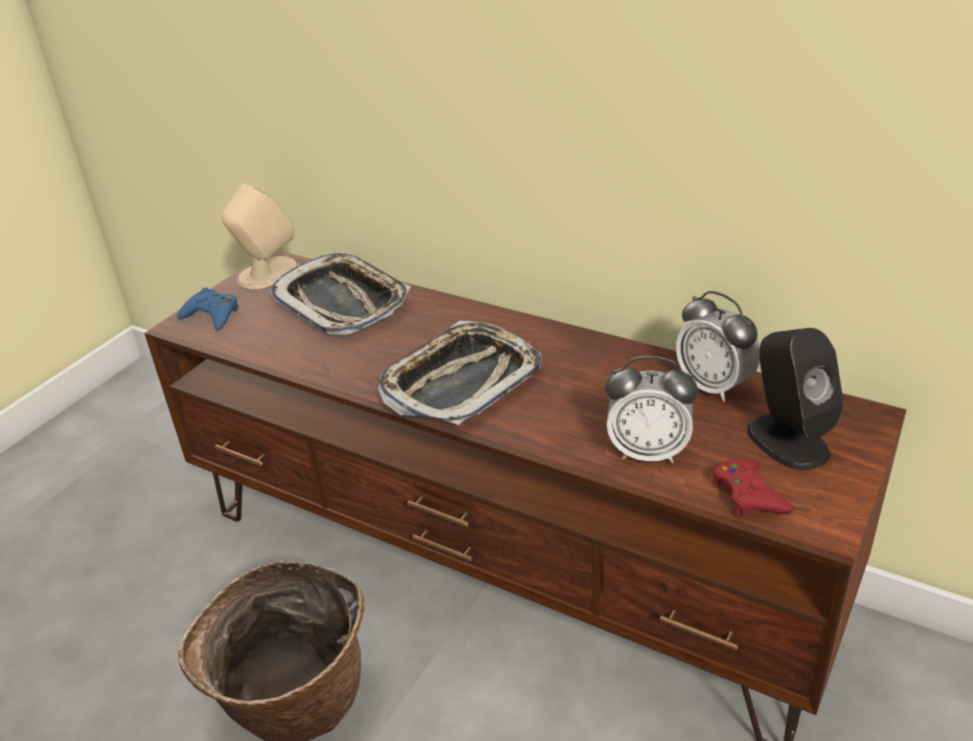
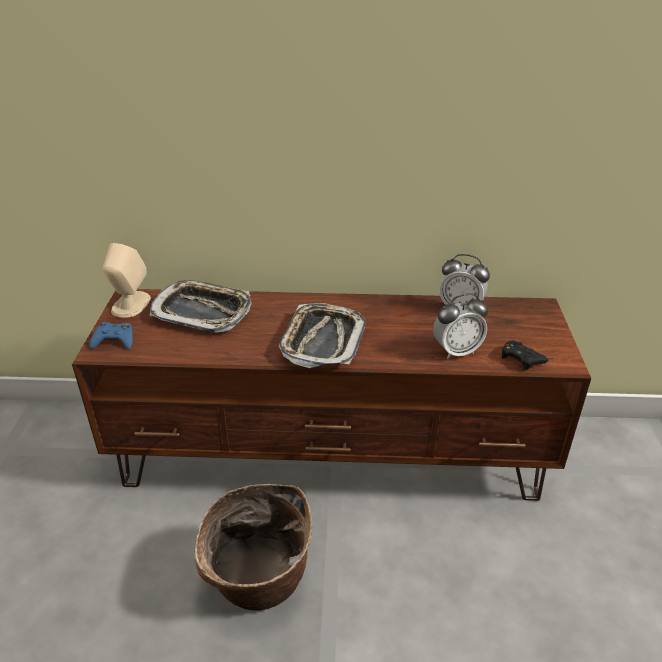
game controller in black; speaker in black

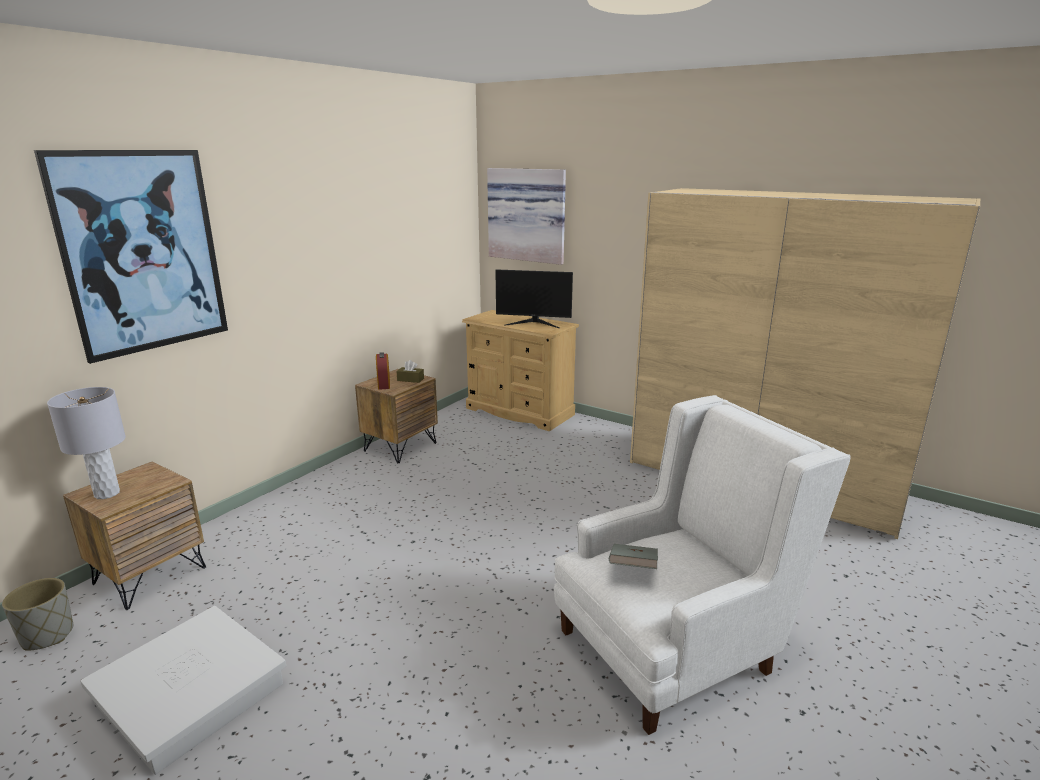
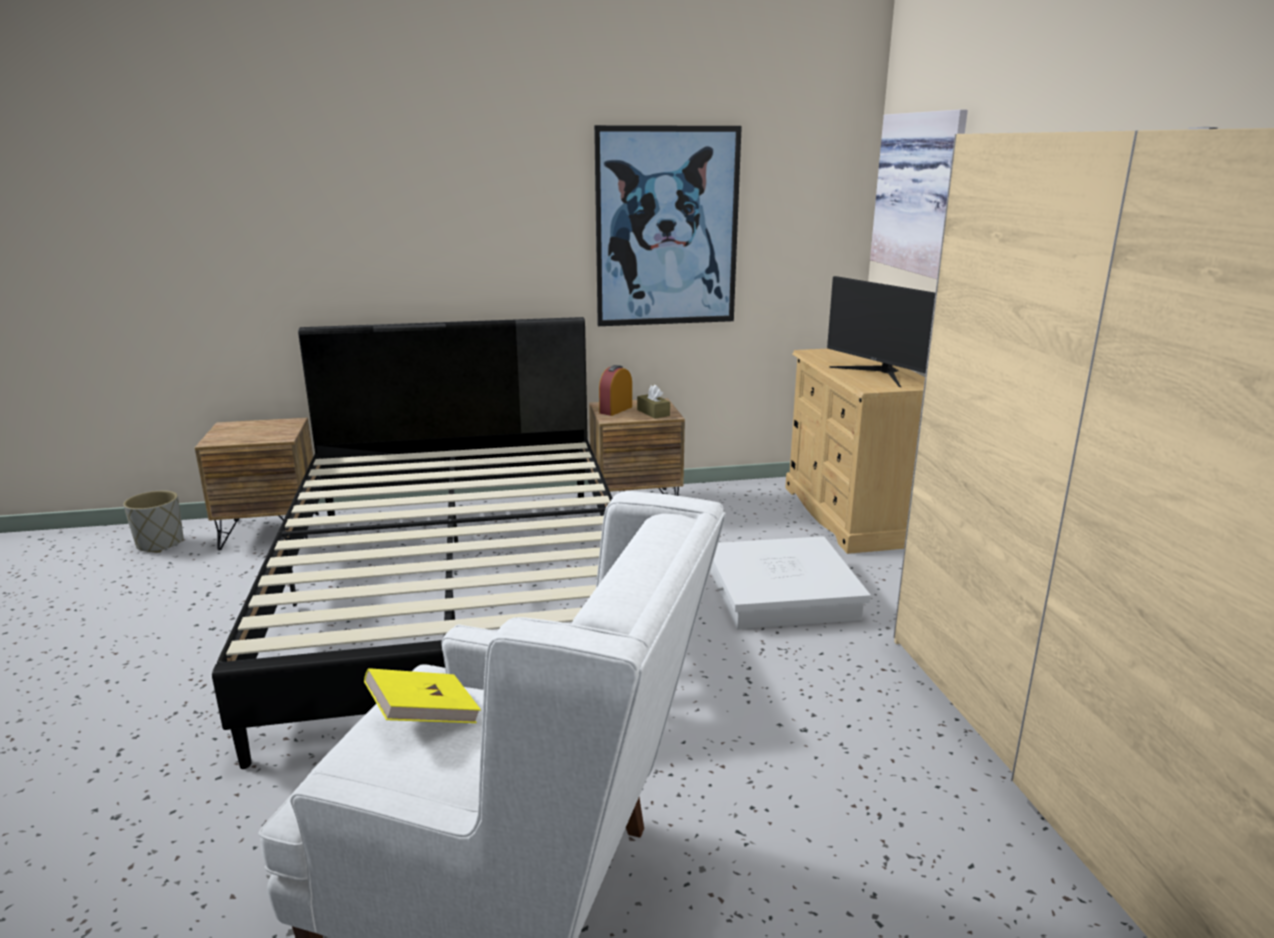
bed in black; book in yellow; picture (1st from left); storage box in white; table lamp in grey

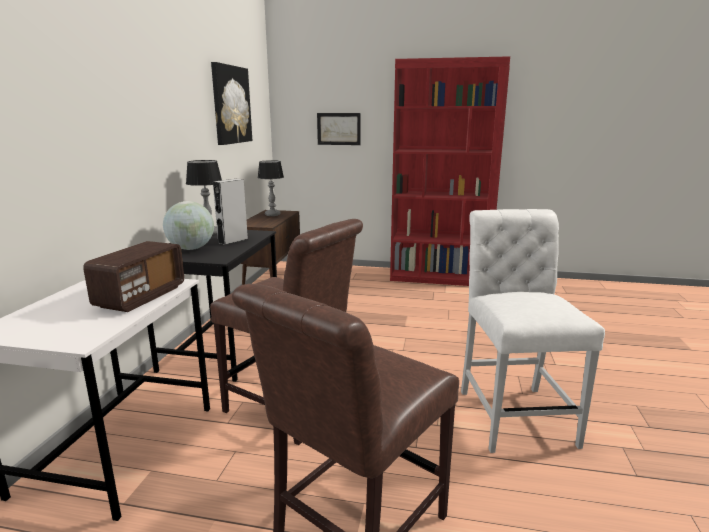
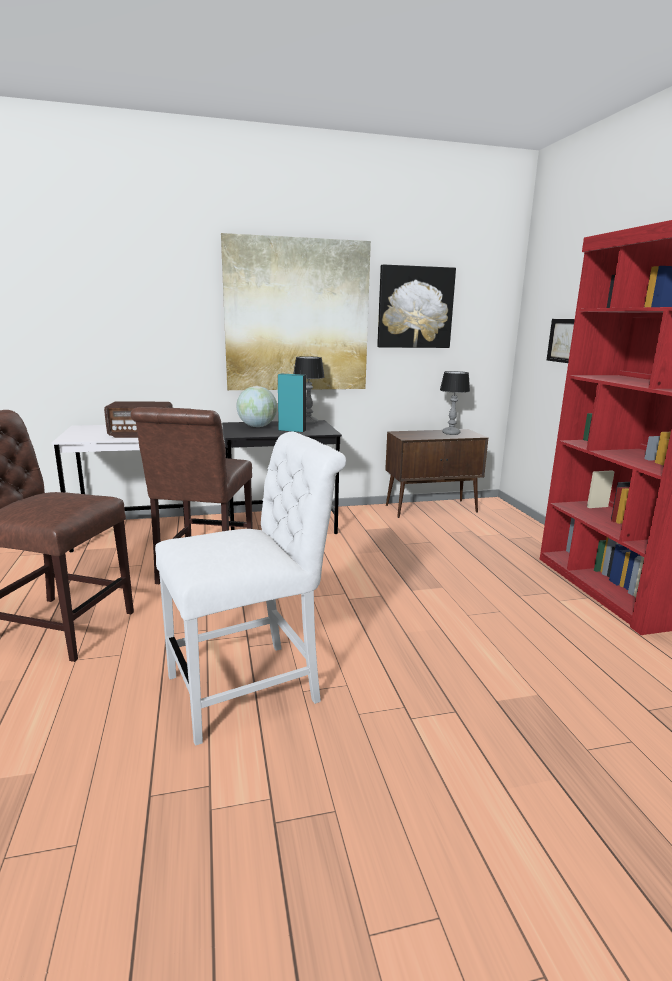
picture (1st from left); speaker in turquoise

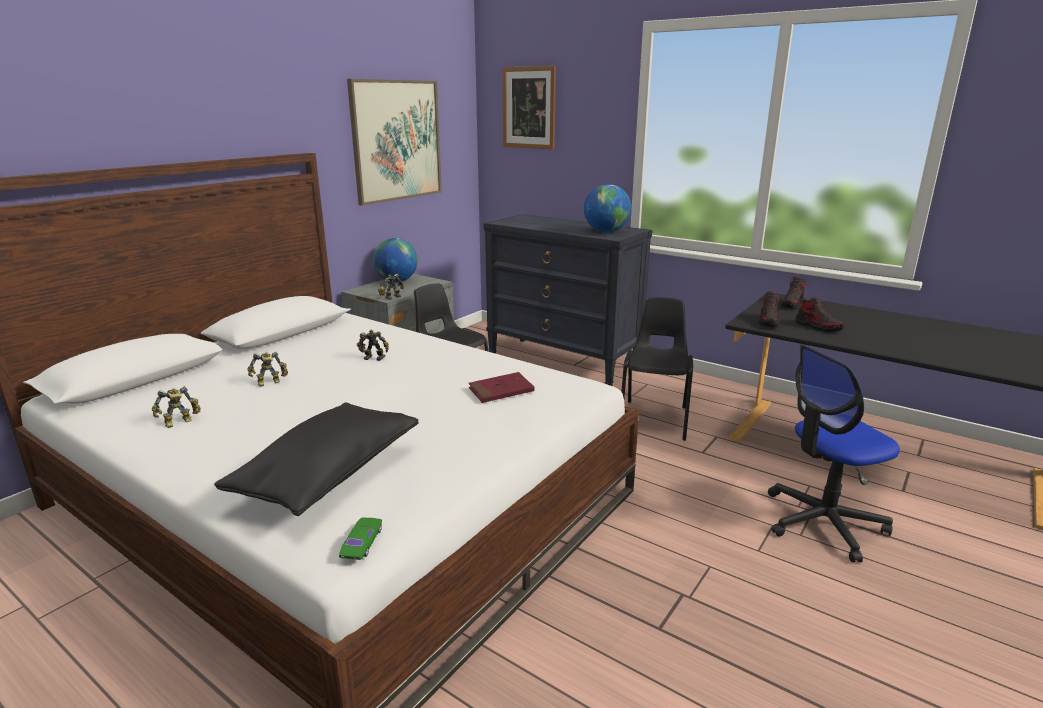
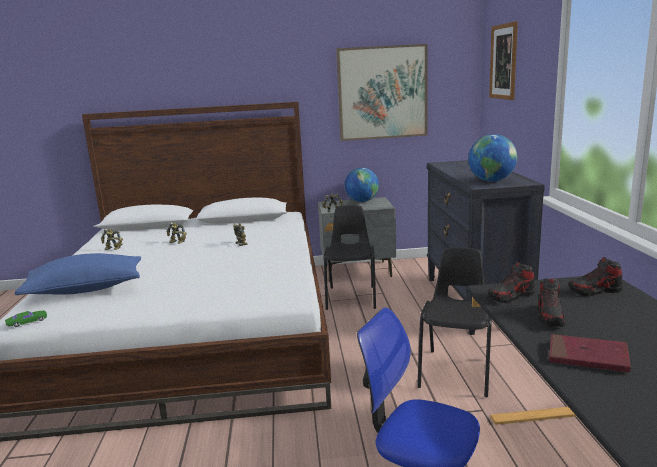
pillow in blue; chair in black (2nd from left); book in red

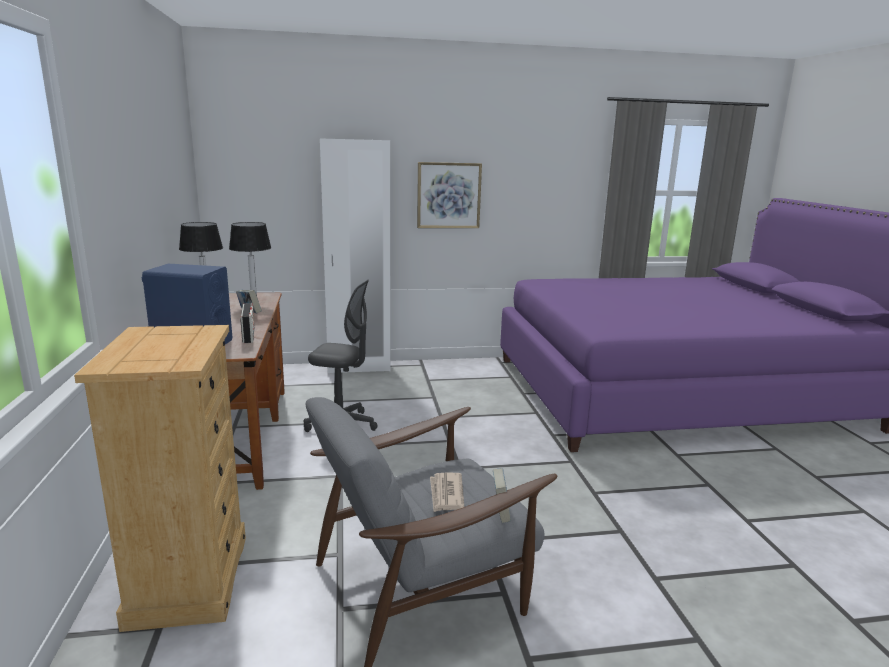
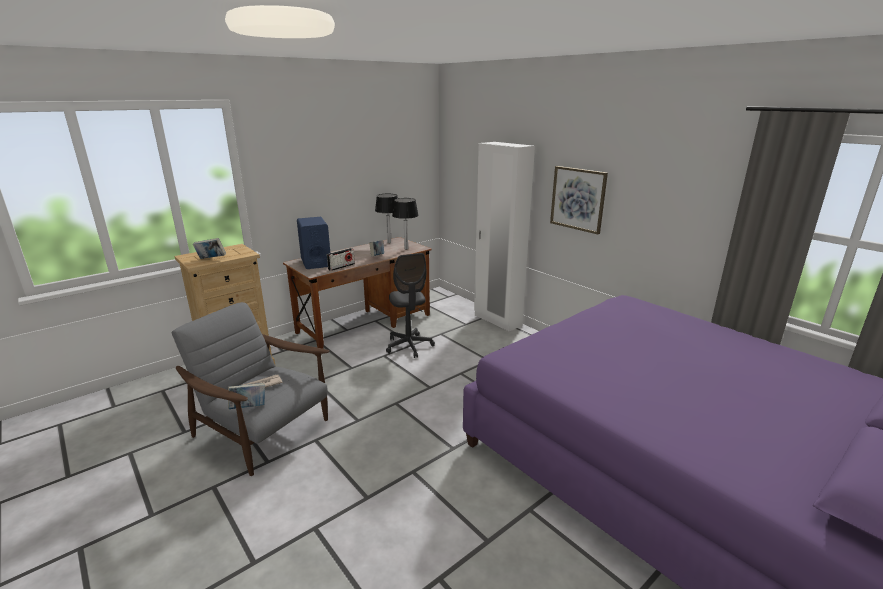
book (1st from left)

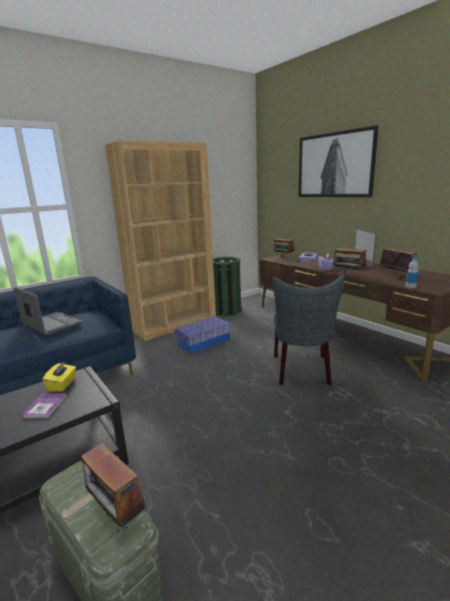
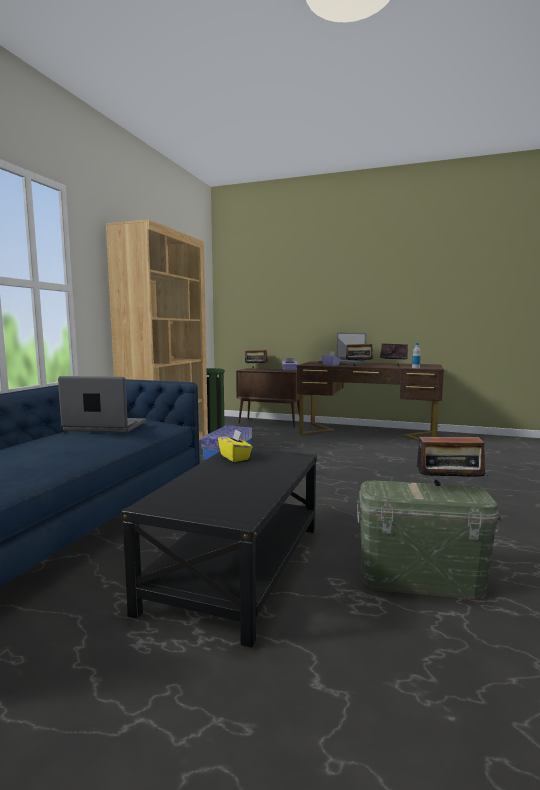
book; chair in grey; picture

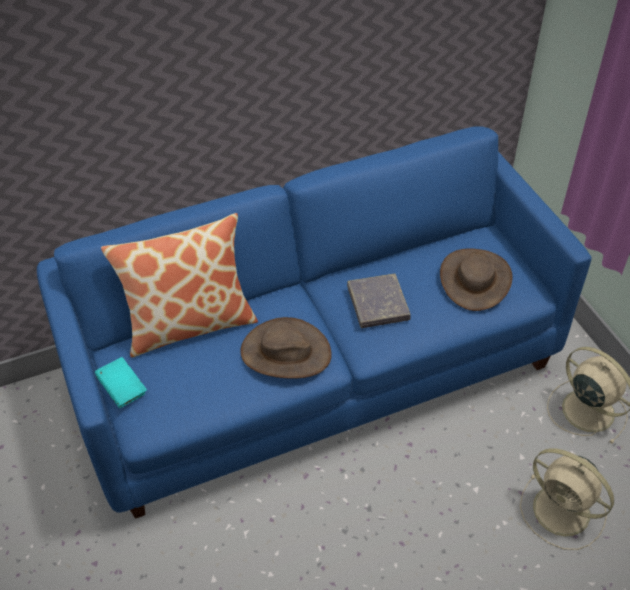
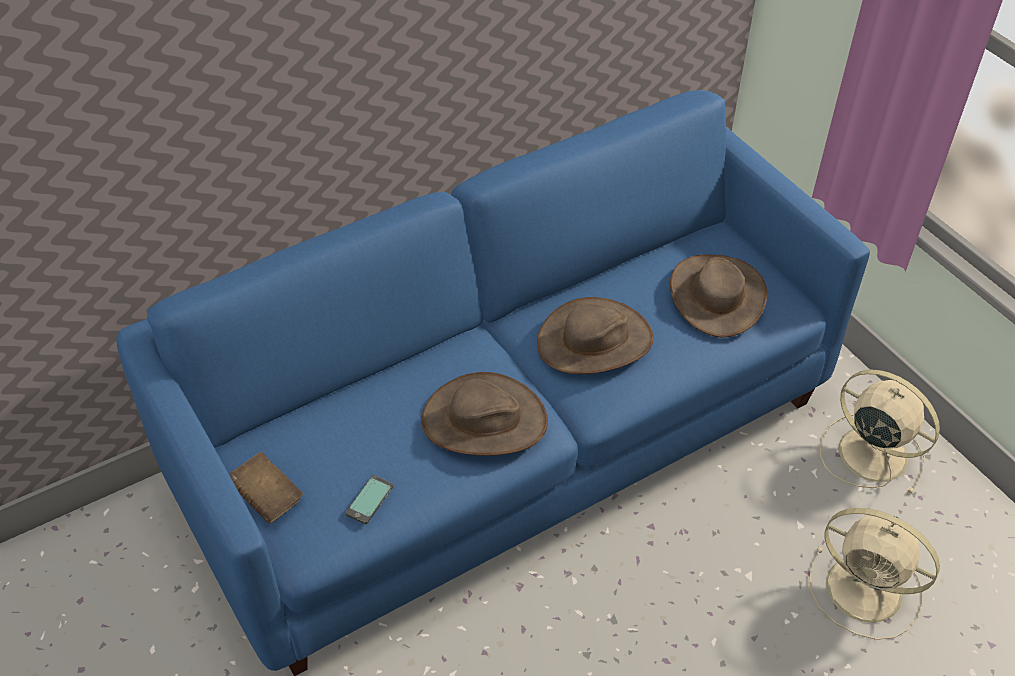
book in brown; phone; hat in brown (2nd from left); pillow

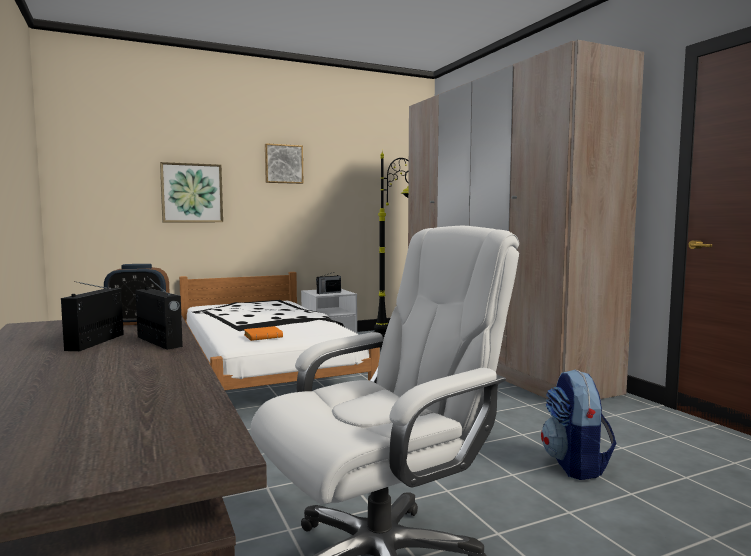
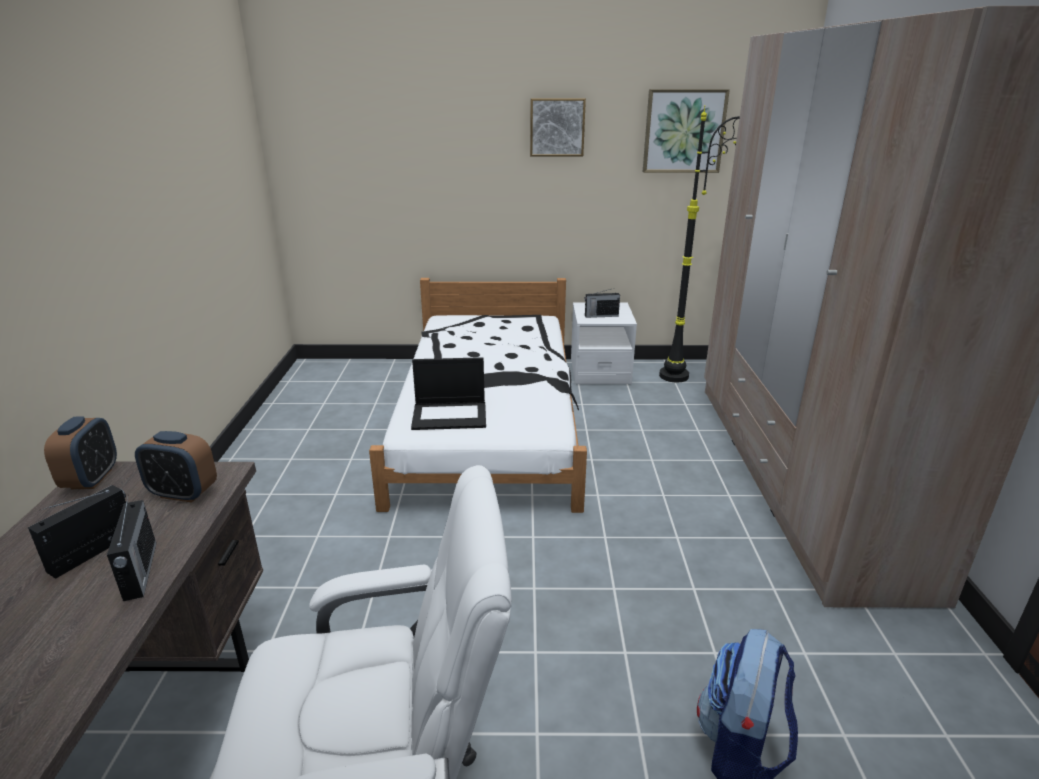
alarm clock (1st from left); laptop; picture (2nd from left)

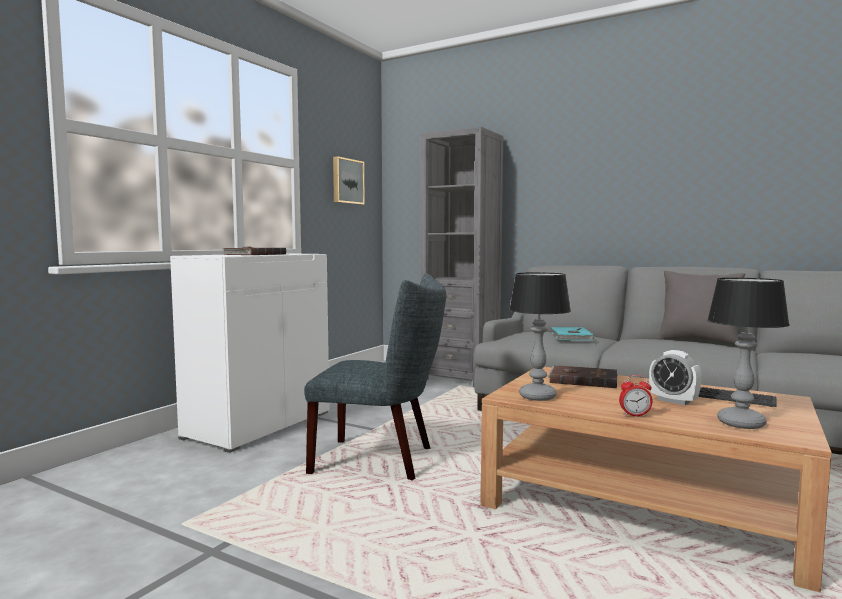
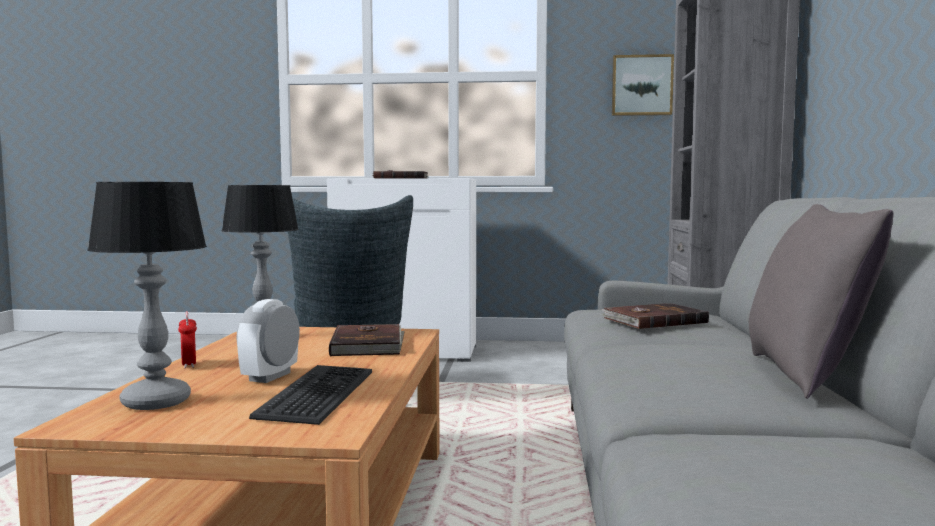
book in brown (3rd from left)

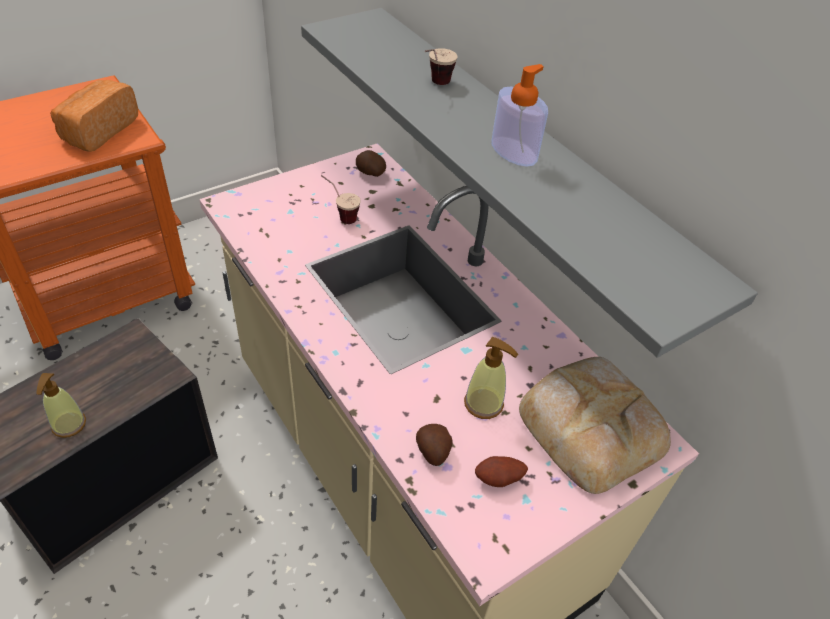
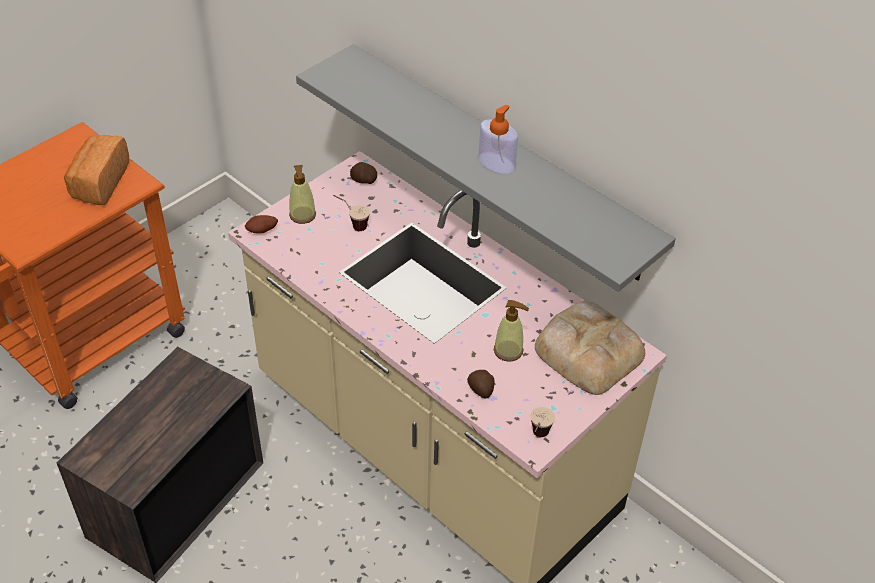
potato (1st from left); soap dispenser (1st from left); cup (2nd from left)

